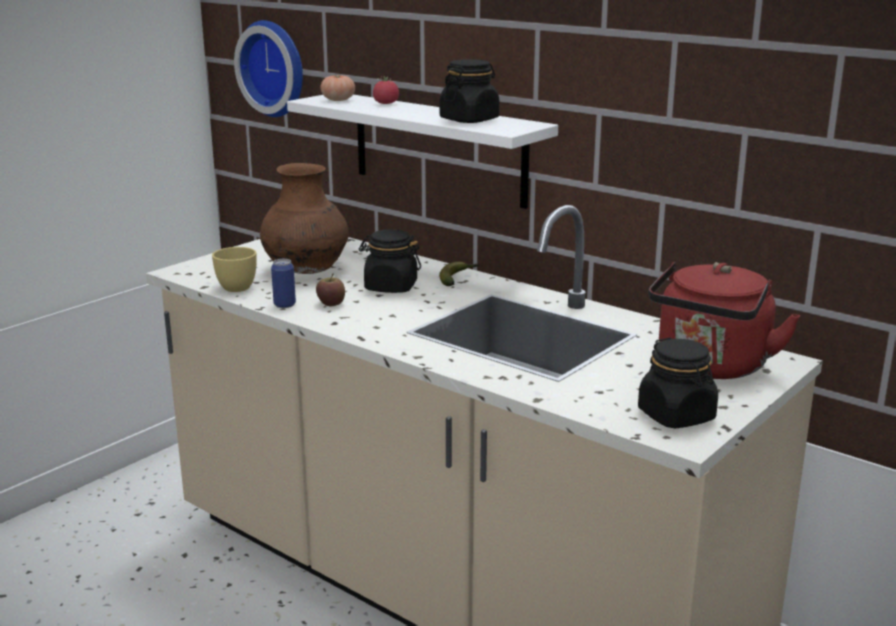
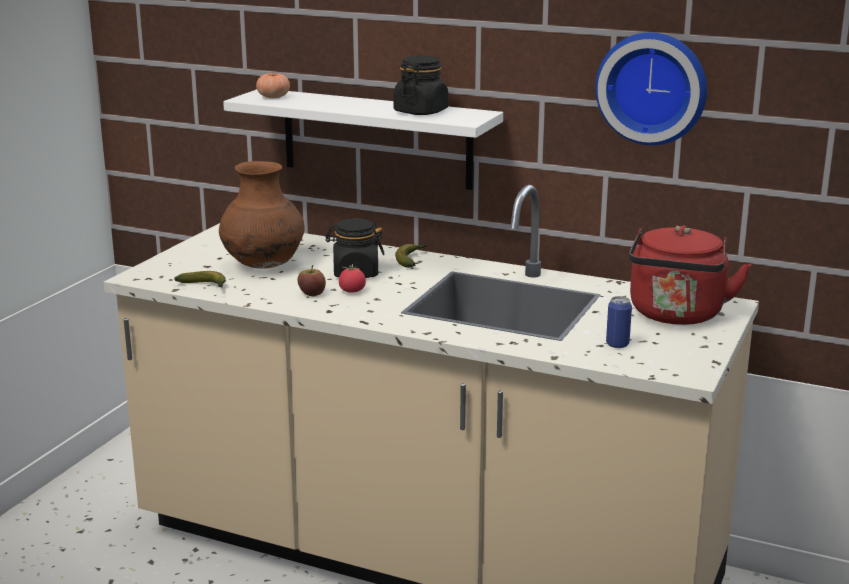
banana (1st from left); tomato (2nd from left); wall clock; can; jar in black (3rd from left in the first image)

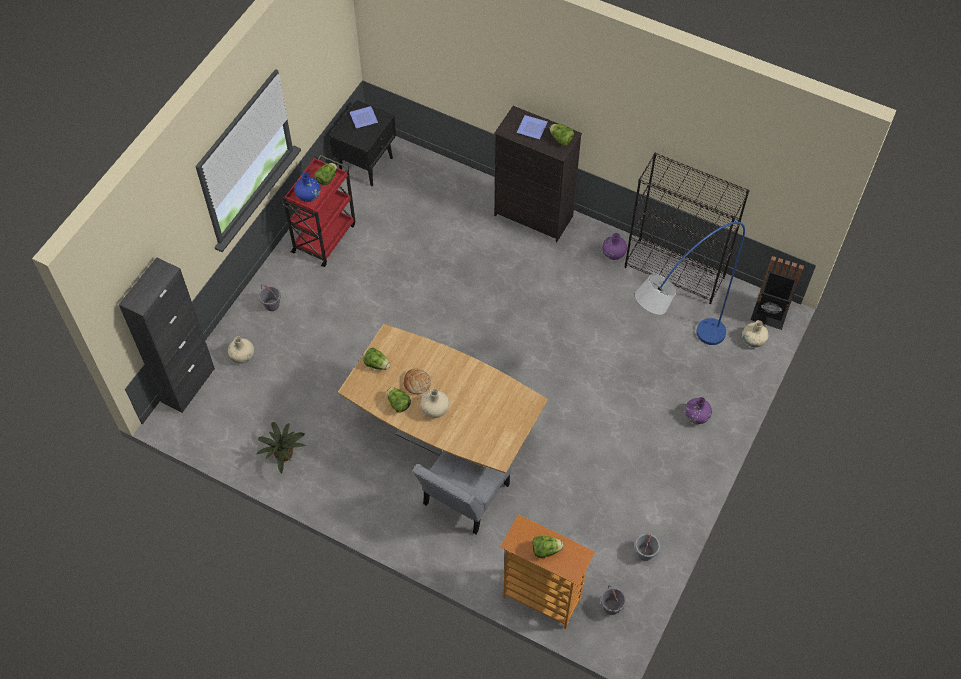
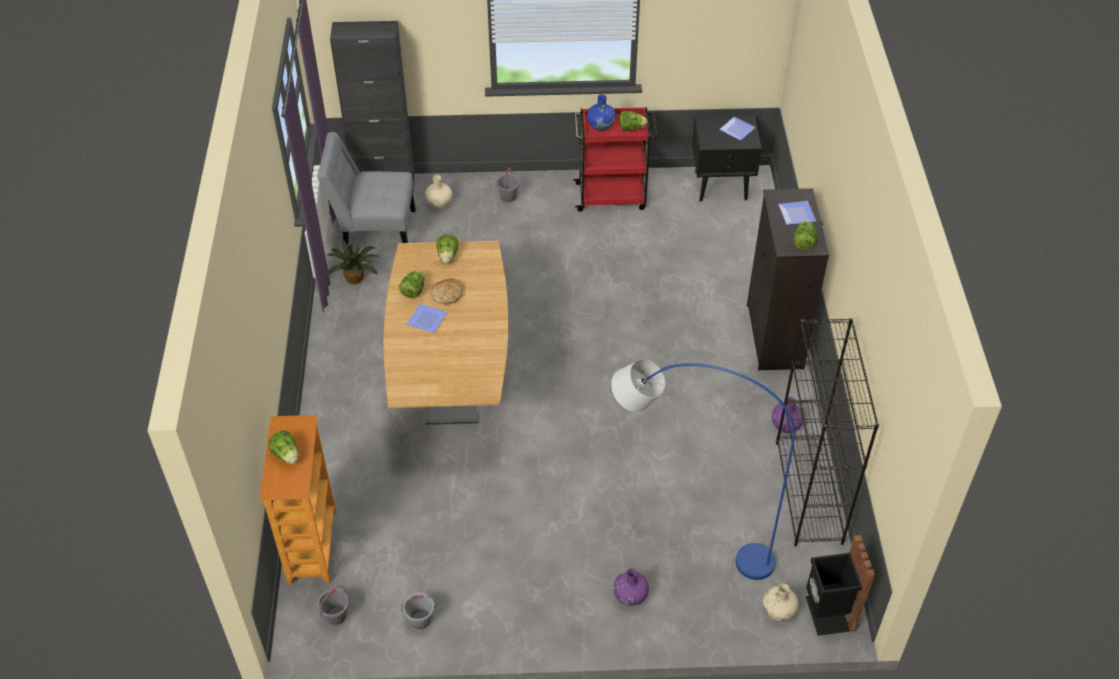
chair in grey; plate (1st from left)

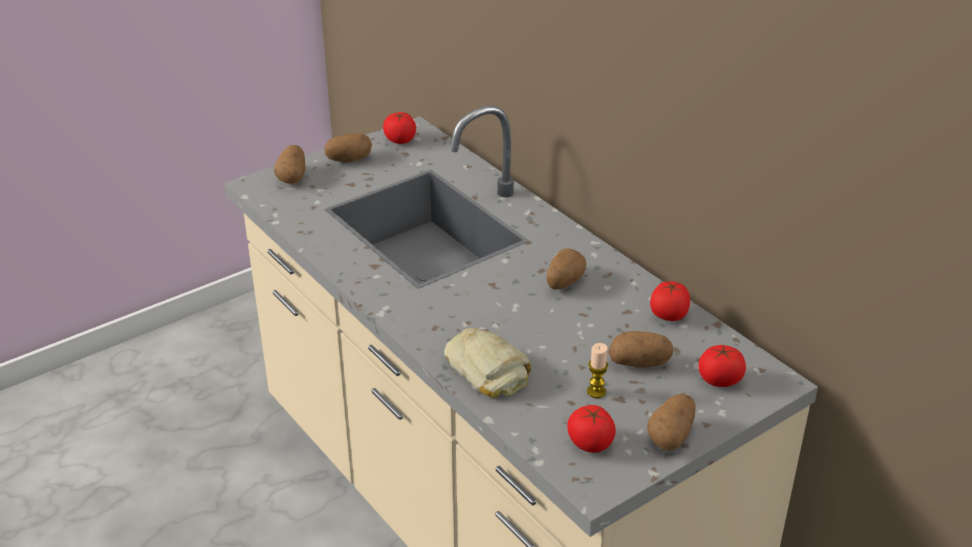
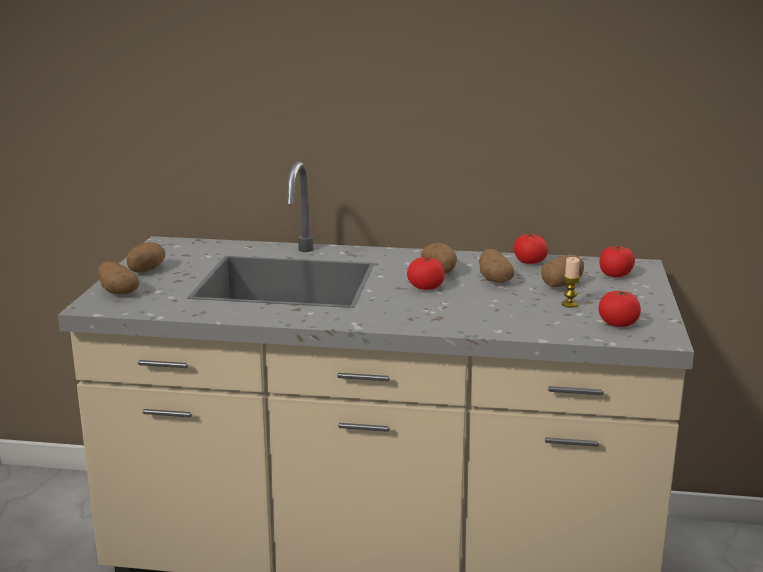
tomato (1st from left); potato (4th from left); bread

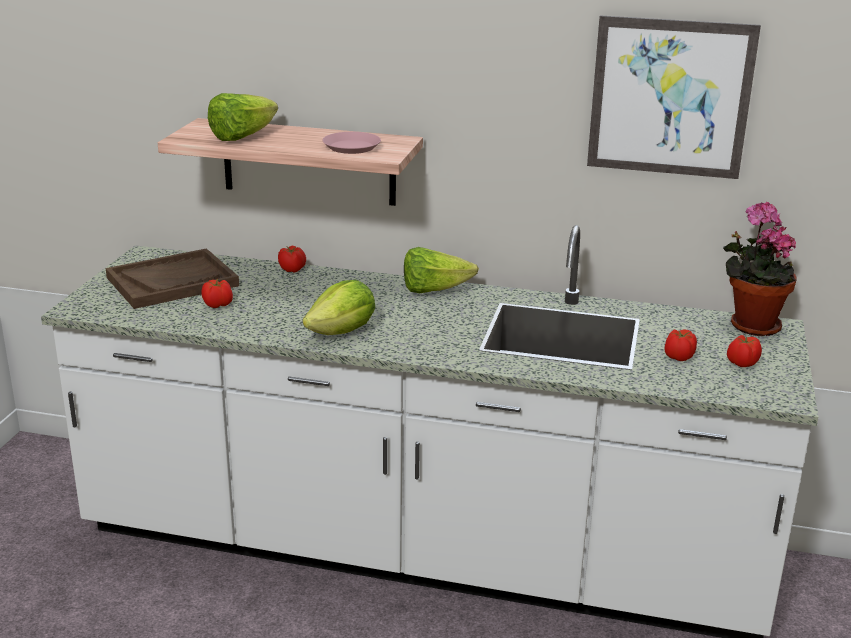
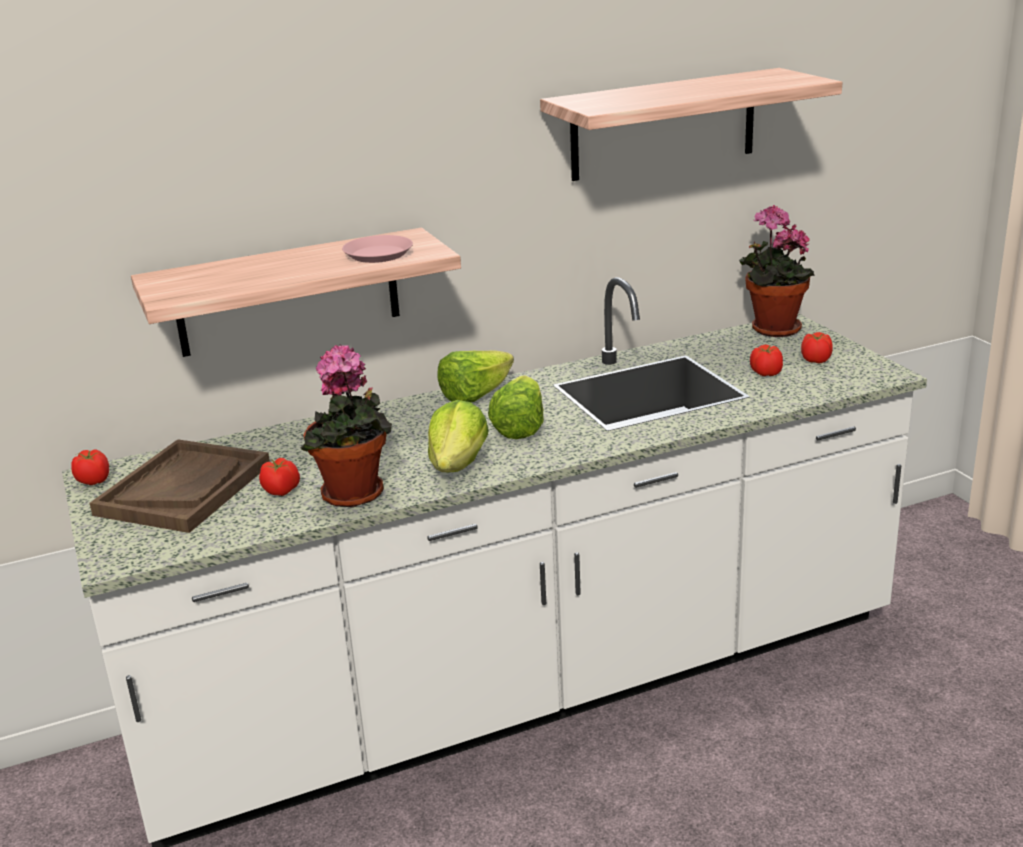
tomato (1st from left); potted plant (1st from left); lettuce (3rd from left); shelf (2nd from left)

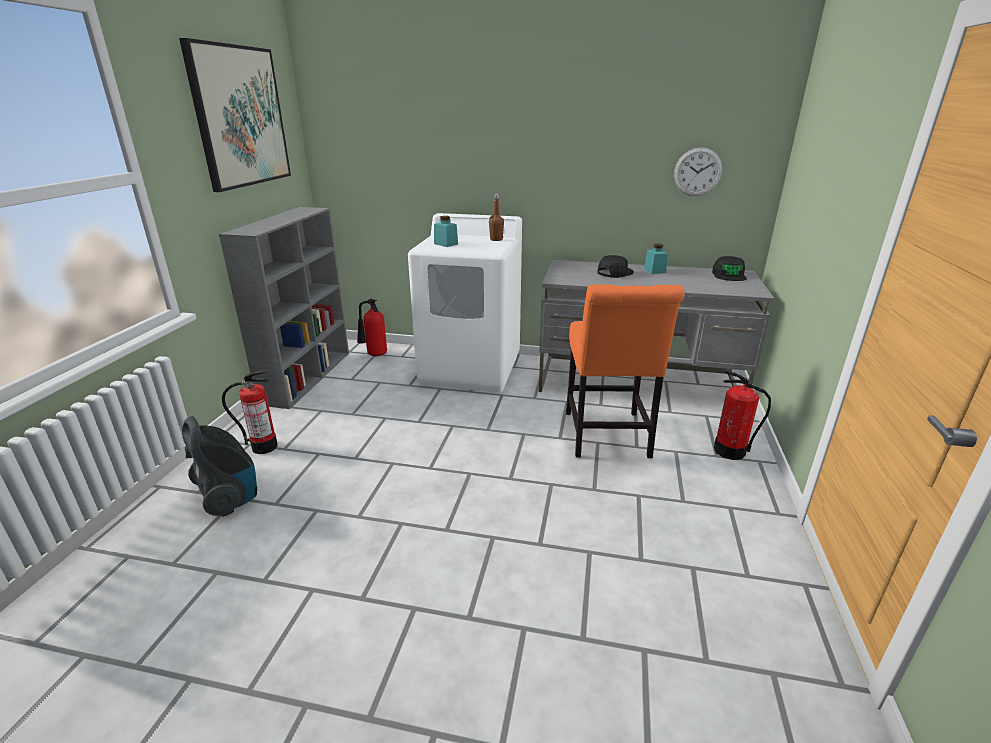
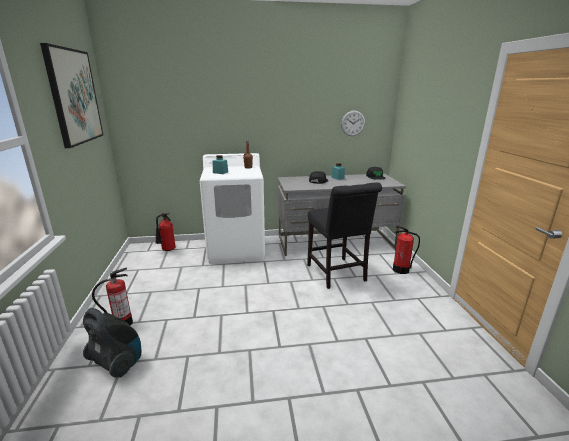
chair in black; bookcase in grey

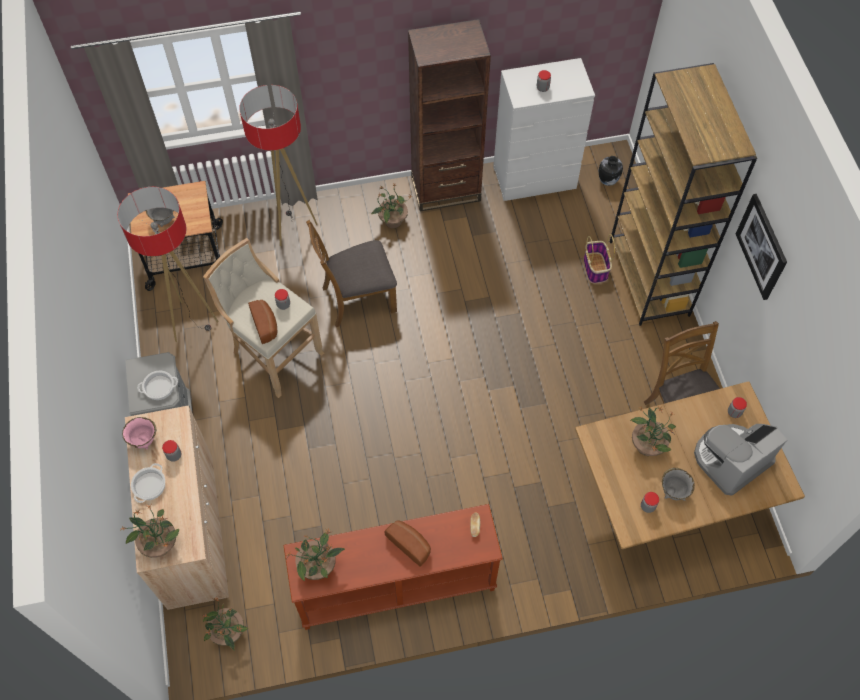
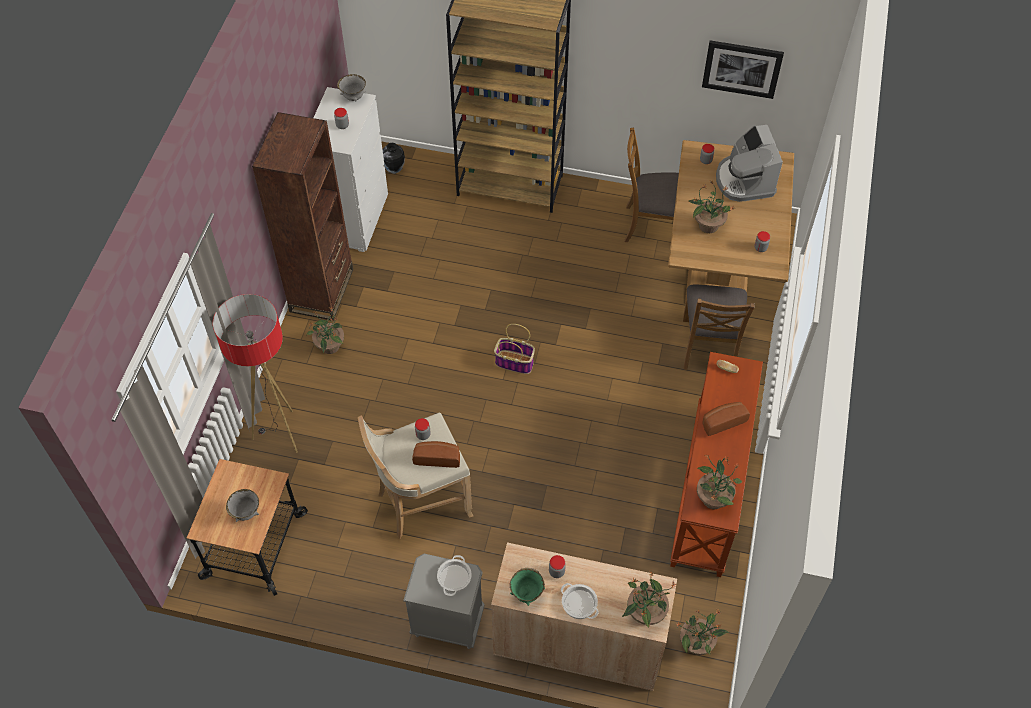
bowl in grey (2nd from left); basket; bowl in green; chair in brown (2nd from left); picture; floor lamp (1st from left in the first image)

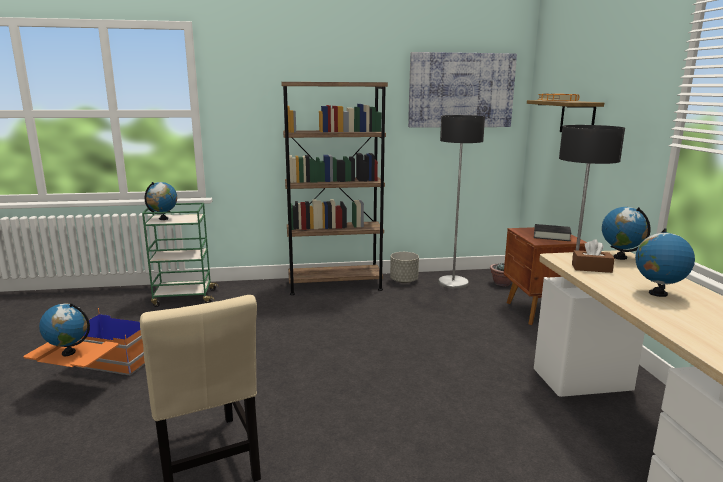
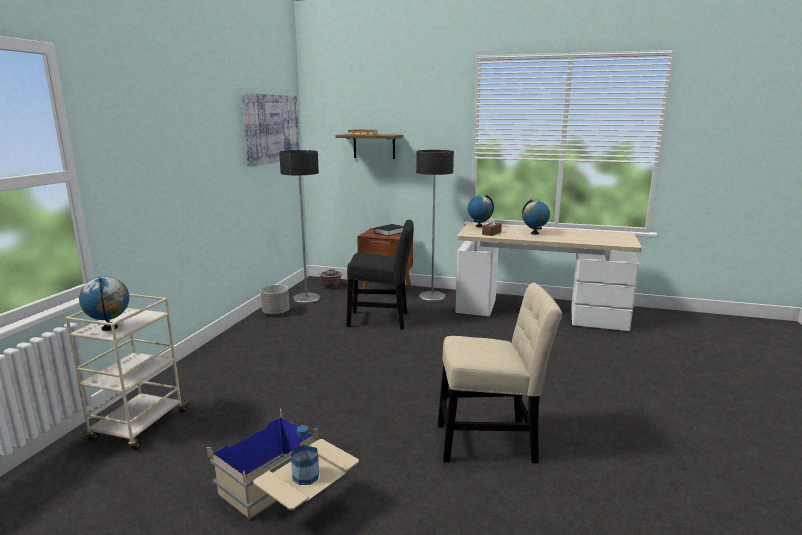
cart in beige; storage box in beige; bottle; chair in black; bookcase in brown

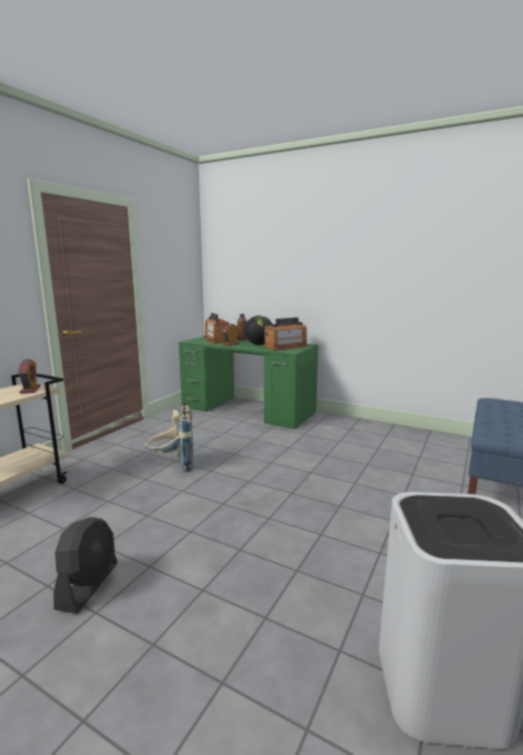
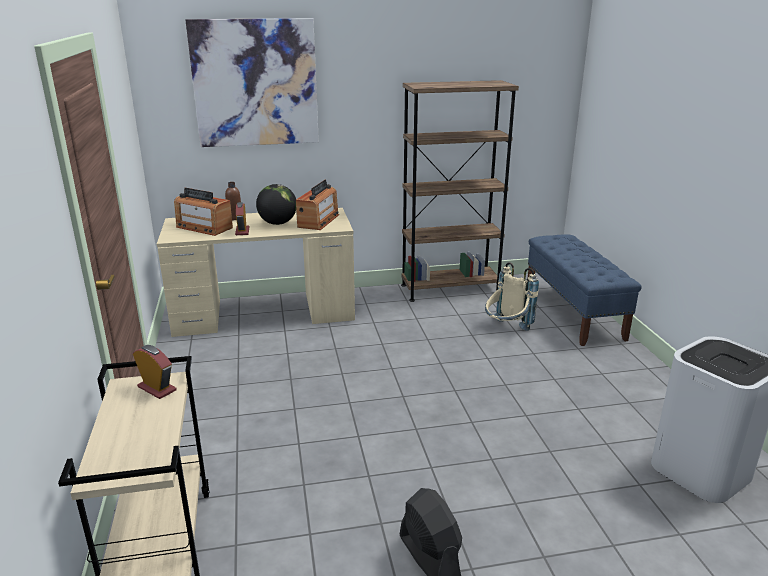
desk in beige; picture; bookcase in brown; backpack in beige

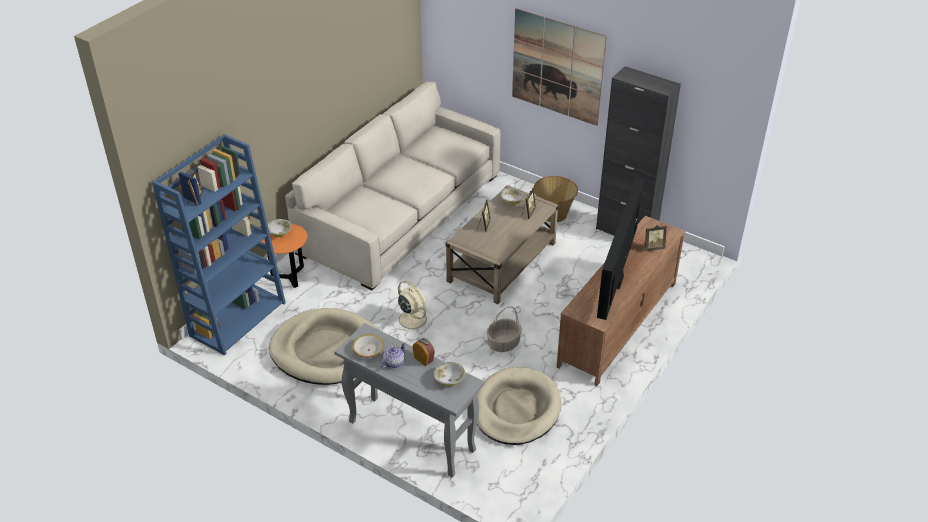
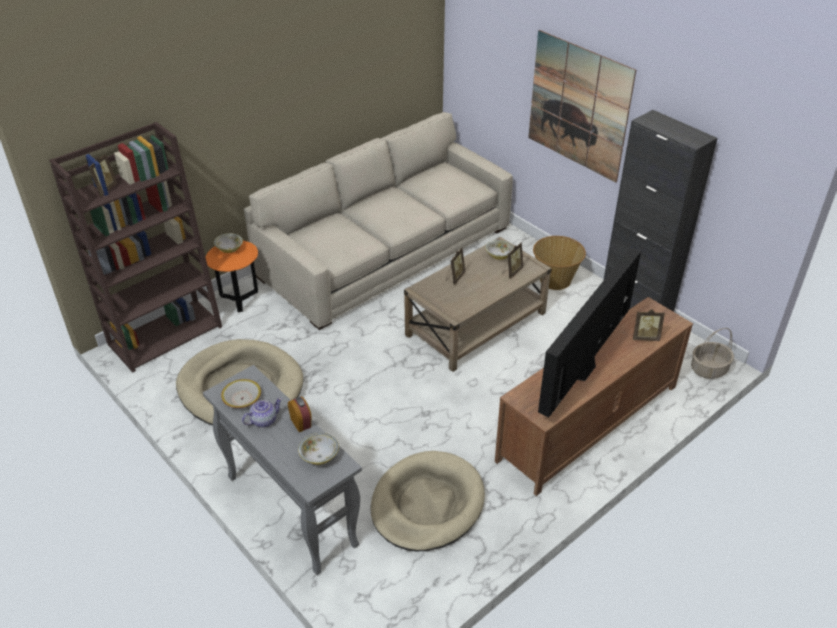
bookcase in brown; basket (2nd from left); fan in beige

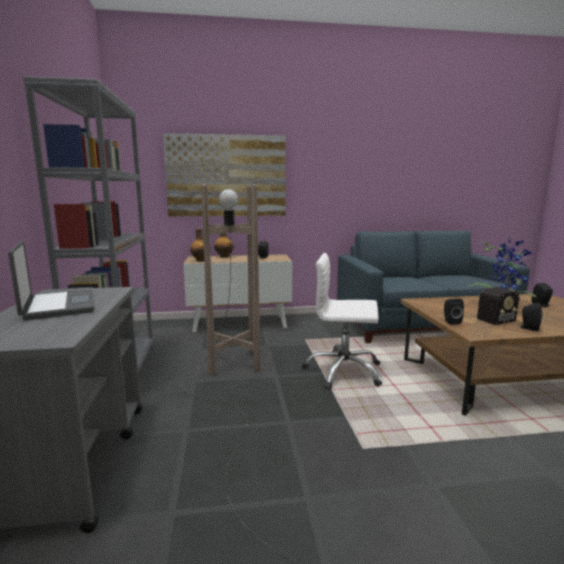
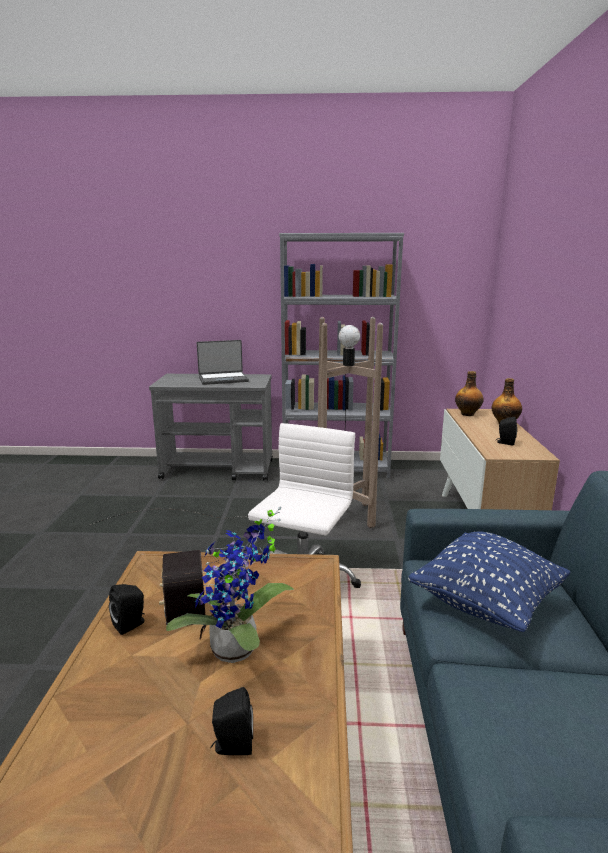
pillow in blue; picture; speaker in black (2nd from left in the first image)

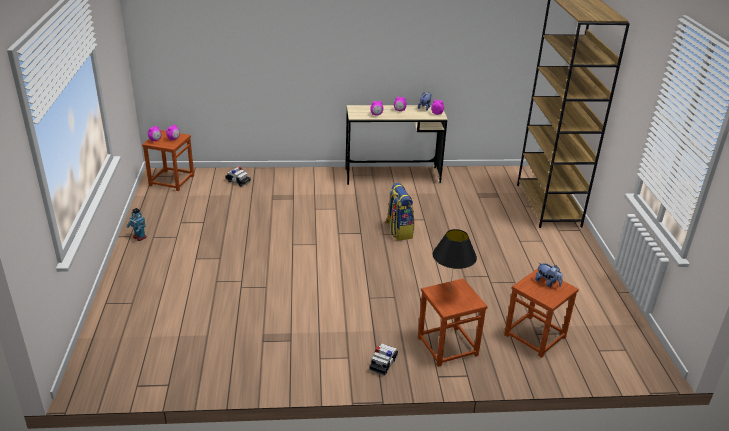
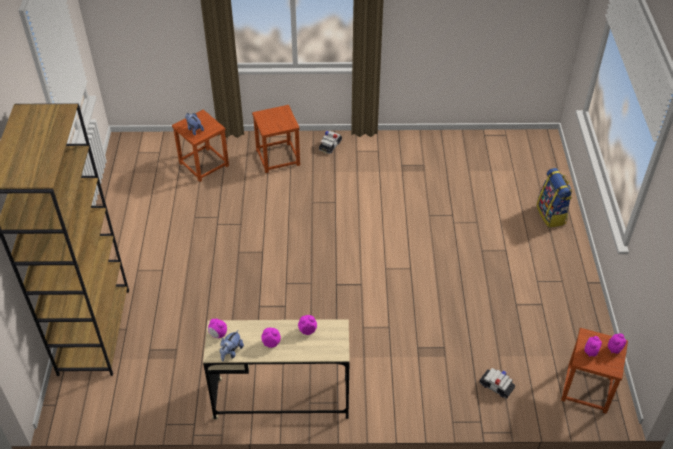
backpack; toy robot; table lamp in black

